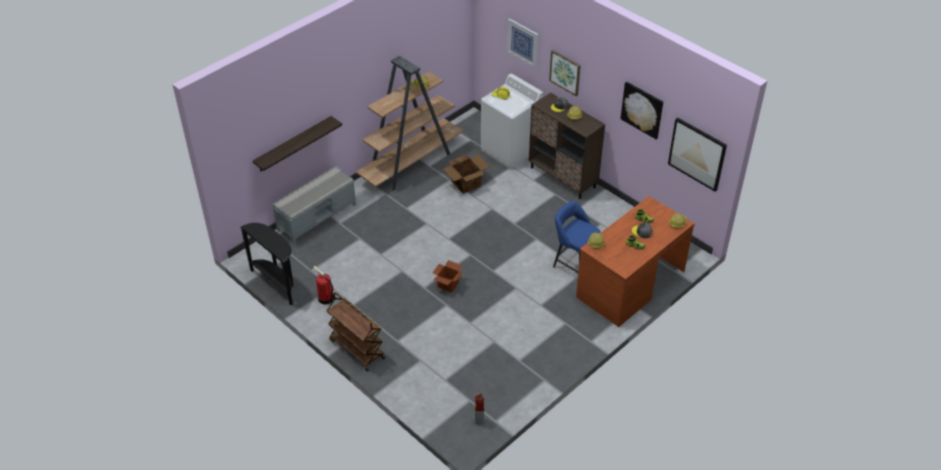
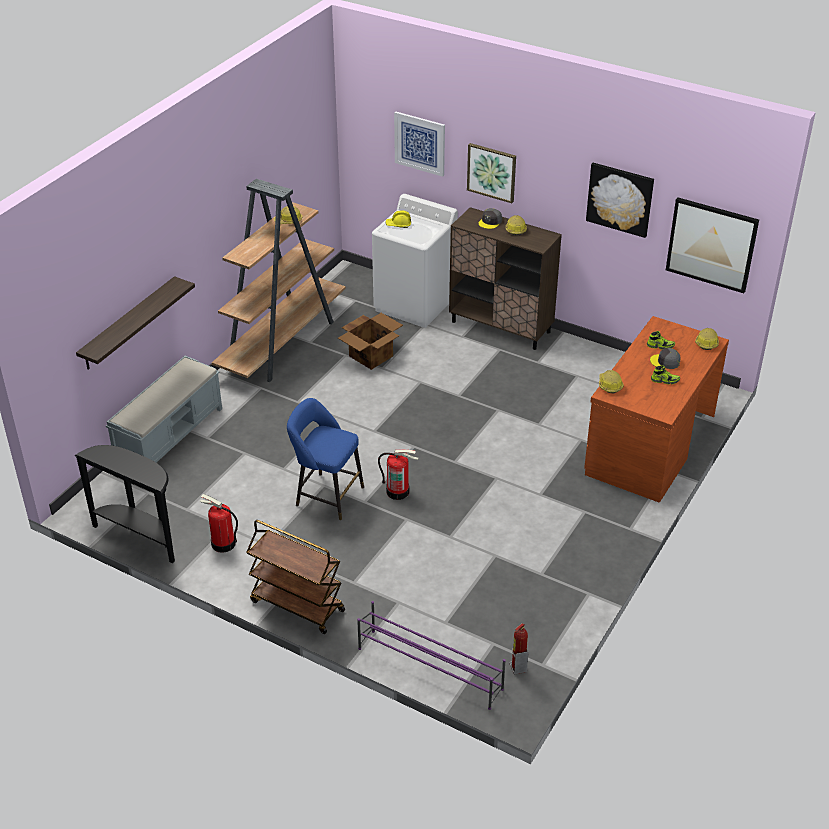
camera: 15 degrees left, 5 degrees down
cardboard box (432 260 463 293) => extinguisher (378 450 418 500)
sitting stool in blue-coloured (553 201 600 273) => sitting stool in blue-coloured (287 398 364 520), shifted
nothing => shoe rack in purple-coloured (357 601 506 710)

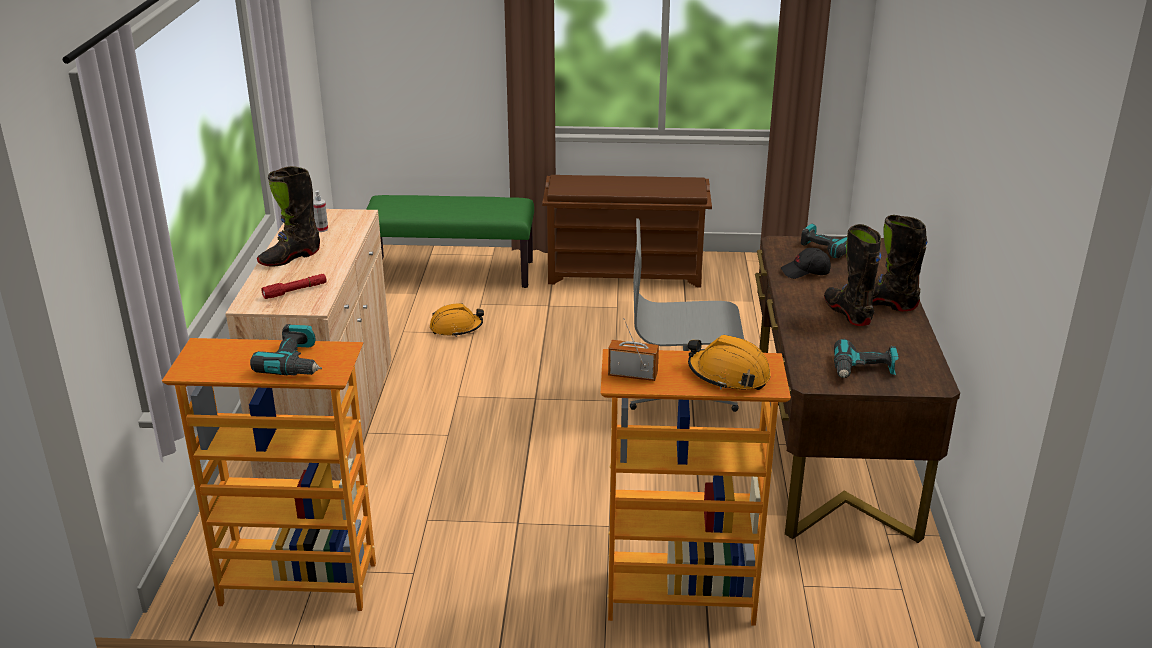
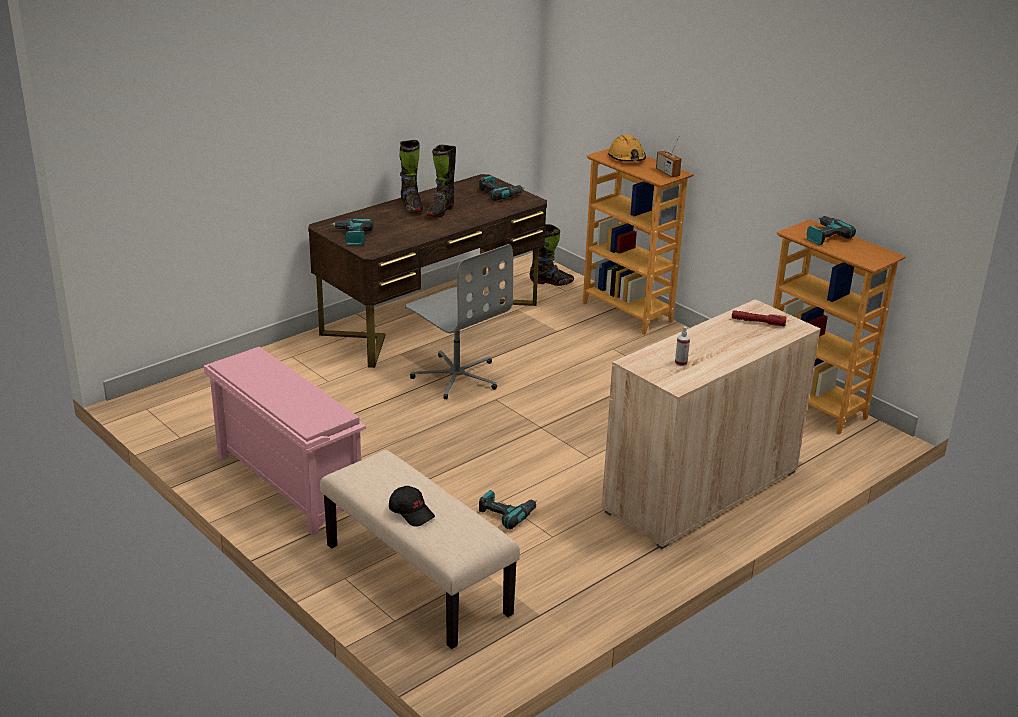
camera: 135 degrees left, 0 degrees up
boot in black (257 166 320 267) => boot in black (529 224 574 286), shifted
indoor bench in green (366 195 534 288) => indoor bench in beige-coloured (320 450 520 649)
hard hat in orangey (430 303 484 337) => drill (479 490 537 529)
shoe rack in brown (542 175 712 287) => shoe rack in pinkish (204 347 366 536)
baseball cap in black (781 248 831 279) => baseball cap in black (389 486 435 527), shifted

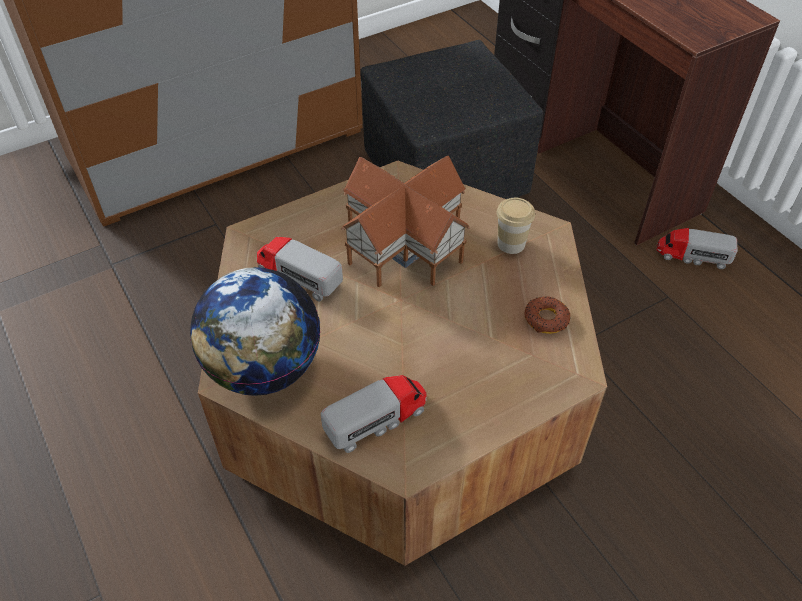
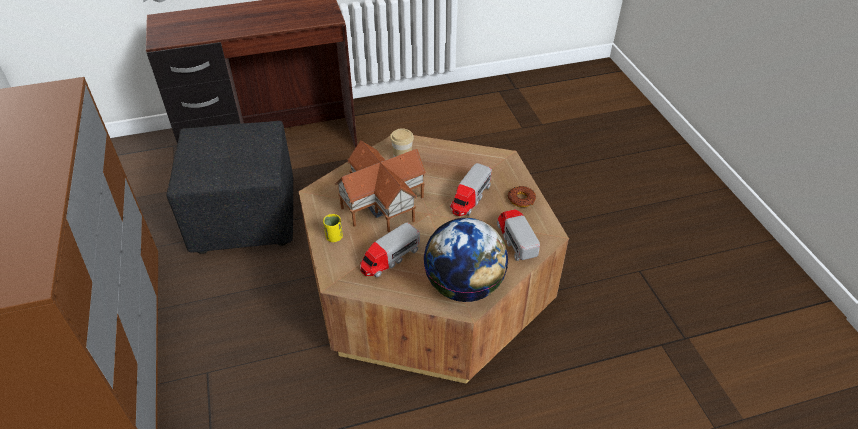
camera: 75 degrees left, 5 degrees down
ring doughnut (524 296 570 334) => ring doughnut (508 186 536 207), shifted
toy lorry (657 228 738 269) => toy lorry (450 163 492 216), shifted
nothing => cup in yellowish (323 214 343 242)

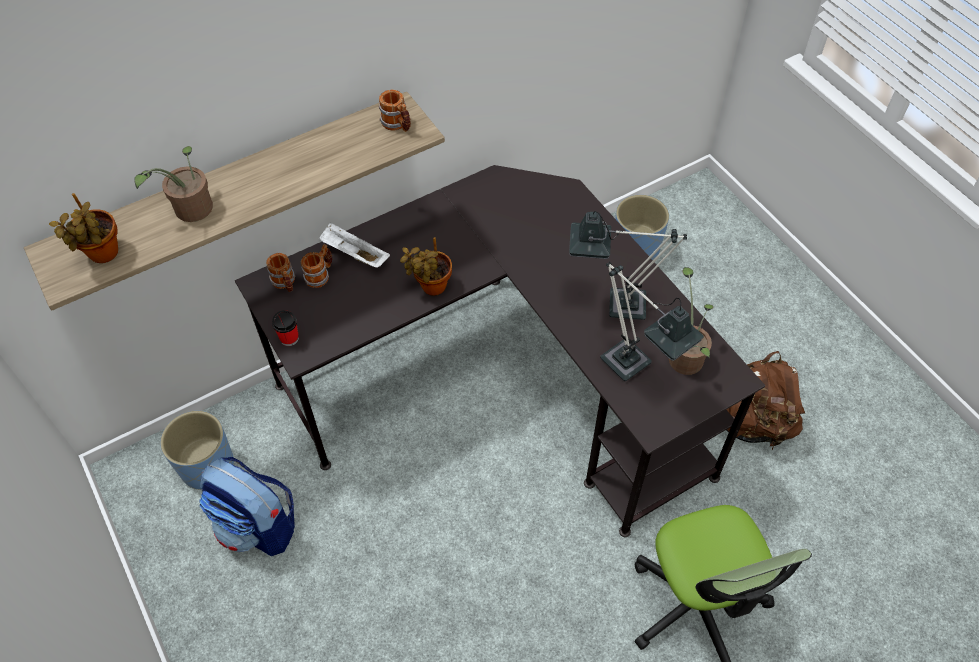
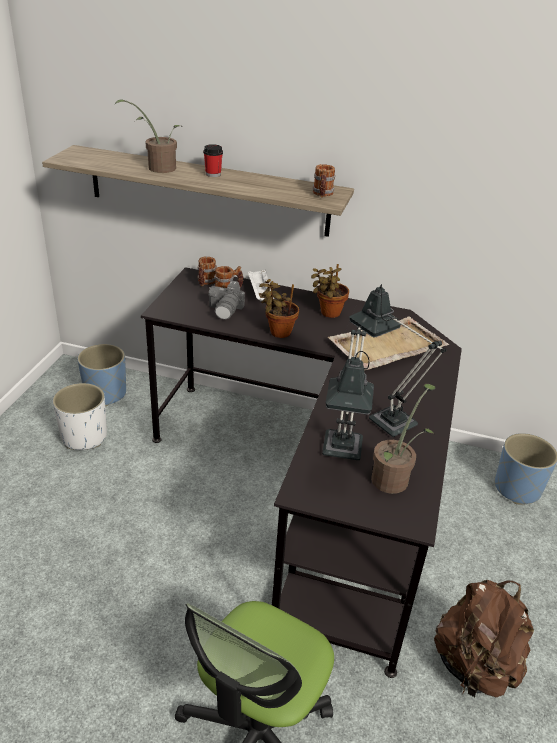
camera: 45 degrees right, 20 degrees down
potted plant (49 193 118 263) => potted plant (311 264 349 318), shifted
backpack (199 457 295 556) => plant pot in white (53 383 107 450)
cup (272 310 299 346) => cup (203 144 223 177), shifted
nothing => still camera (209 281 245 319)
nothing => carrying tray in beige-coloured (328 317 449 370)

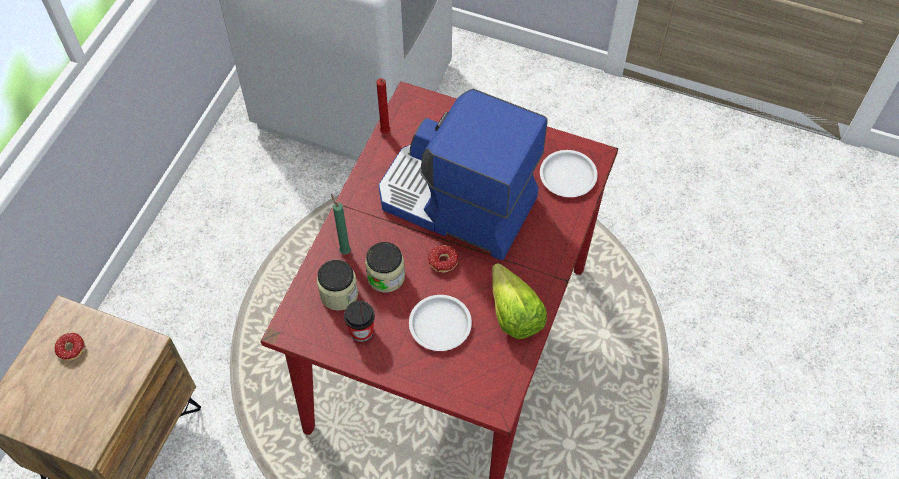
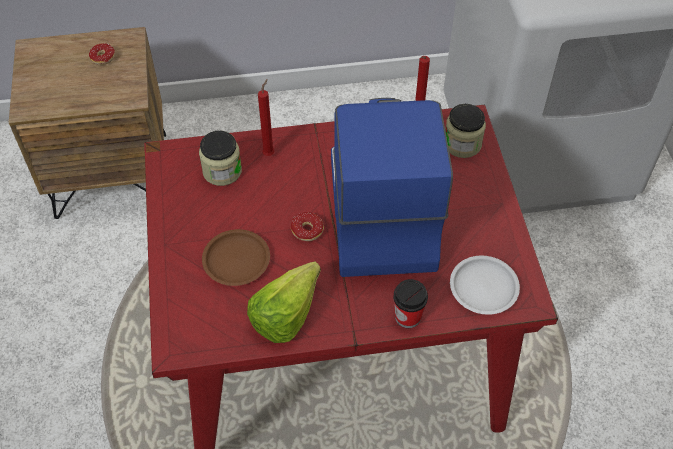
camera: 60 degrees right, 5 degrees down
candle in green (331 194 351 255) => candle in reddish (258 79 274 156)
cup (344 300 375 342) => cup (393 279 428 328), shifted
storage jar (365 242 405 292) => storage jar (445 104 486 158), shifted
flat dish in white (409 295 472 351) => flat dish in brown (202 229 270 286)

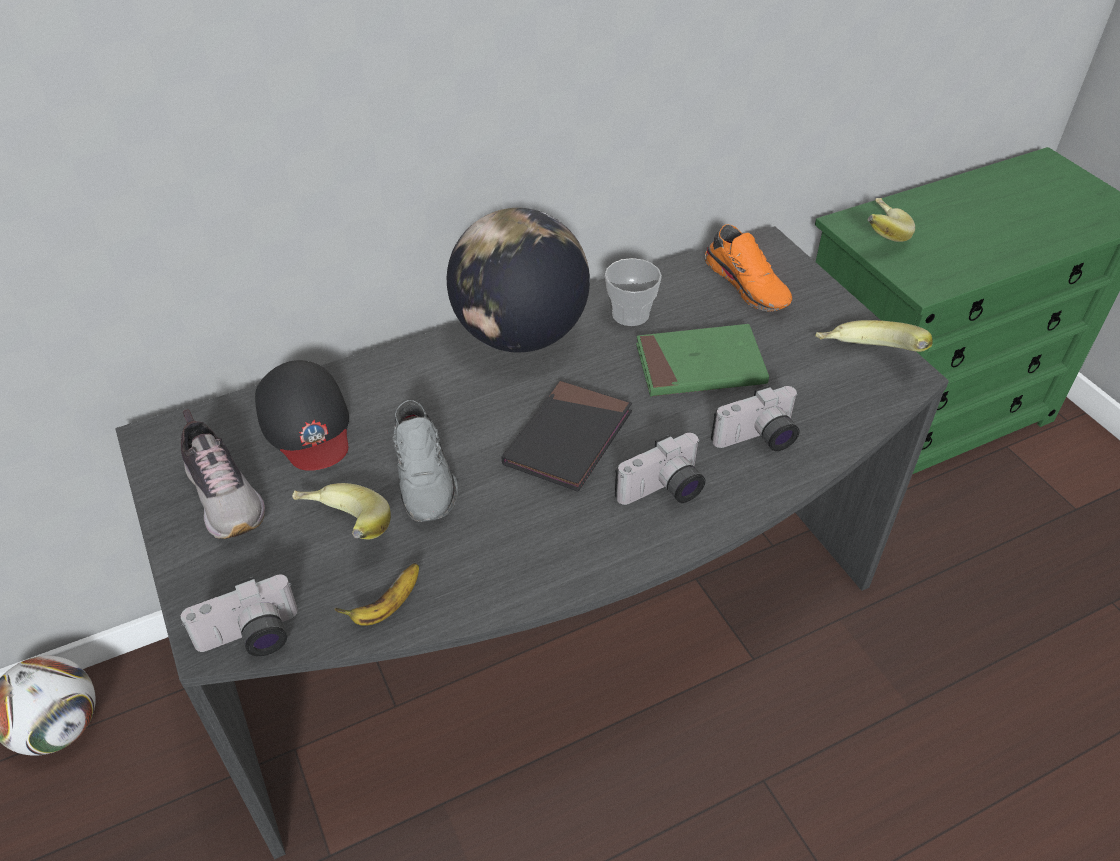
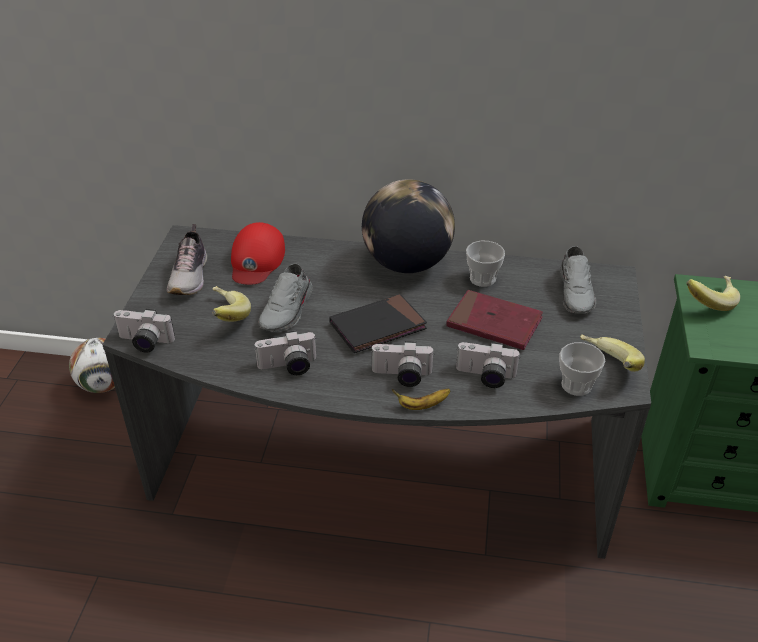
camera: 35 degrees right, 5 degrees down
baseball cap in black (255 360 349 471) => baseball cap in reddish (231 222 285 285)
banana (335 563 419 626) => banana (392 389 450 410), shifted
volume in green (636 324 769 397) => volume in reddish (446 290 543 350)
low shoe in orangey (705 224 792 311) => low shoe in grey (560 246 596 314)
nothing => still camera (255 330 317 375)
nothing => cup (560 342 605 396)

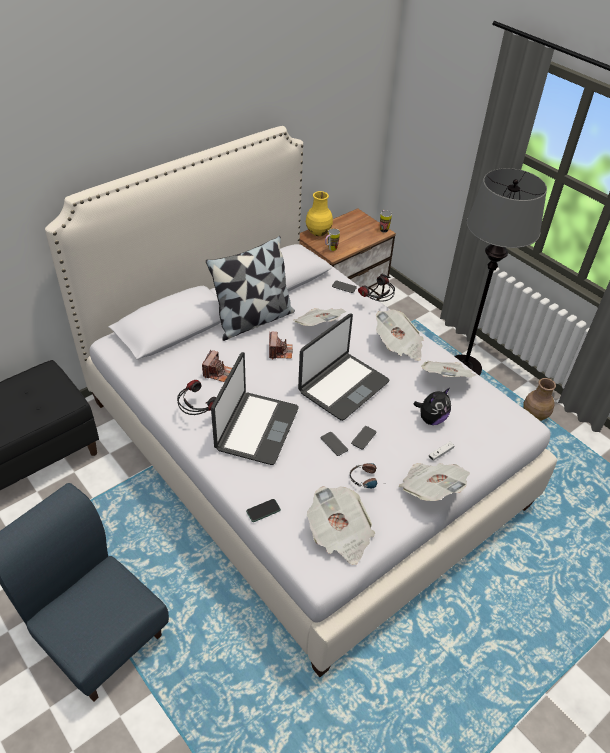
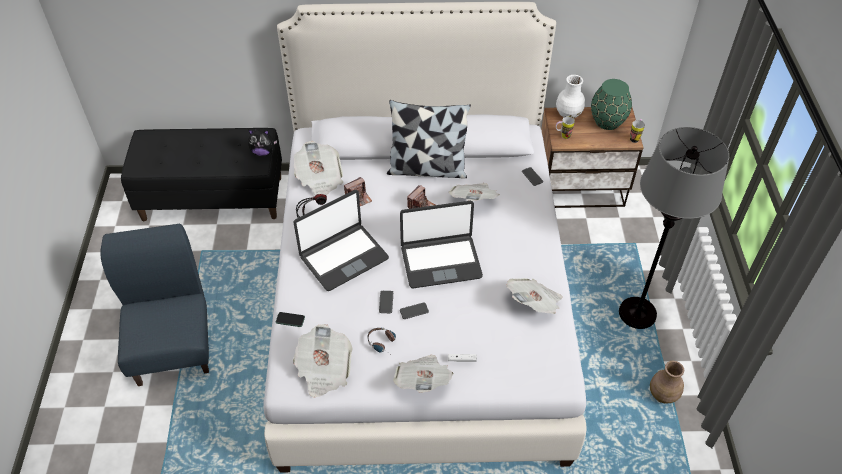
camera: 40 degrees right, 5 degrees up
decorative vase in yellowish (306 191 333 236) => decorative vase in white (556 75 585 118)
pair of headphones (358 274 395 302) => nothing
daily paper (376 309 424 361) => daily paper (294 141 343 195), shifted
cuddly toy (414 388 451 425) => cuddly toy (248 129 277 156), shifted
nothing => decorative vase in green (591 79 632 130)

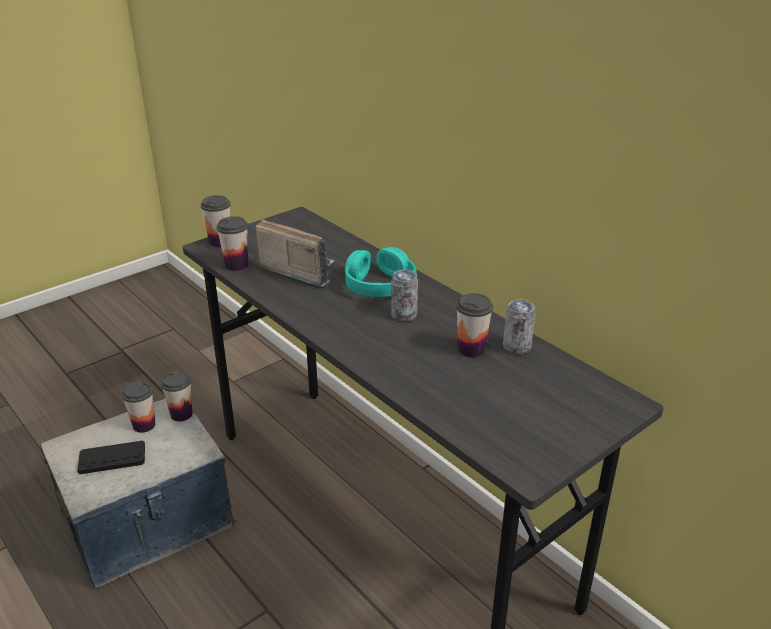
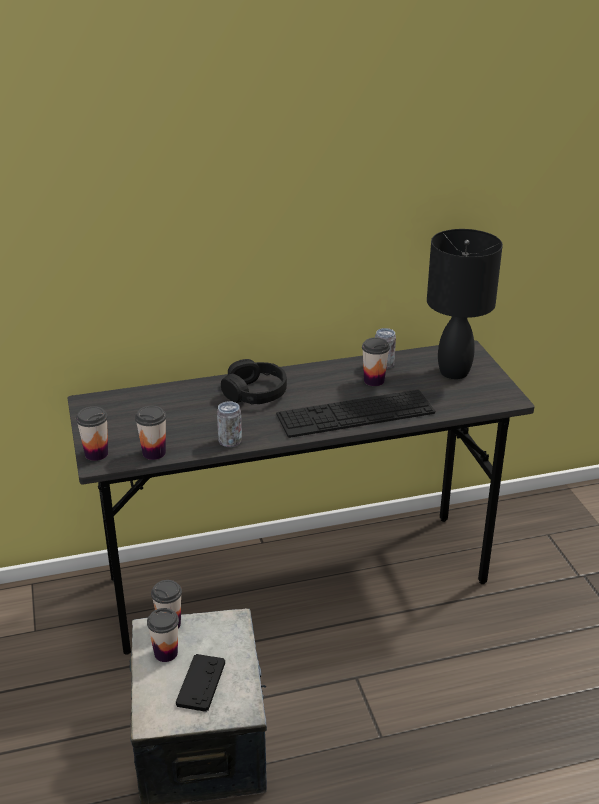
camera: 65 degrees left, 0 degrees up
radio set (256 219 335 287) => nothing
pair of headphones in turquoise (345 247 417 297) => pair of headphones in black (221 359 287 405)
sealed can (391 270 418 321) => sealed can (217 401 242 447), shifted
nothing => keyboard (276 390 435 438)
nothing => table lamp in black (427 229 503 379)

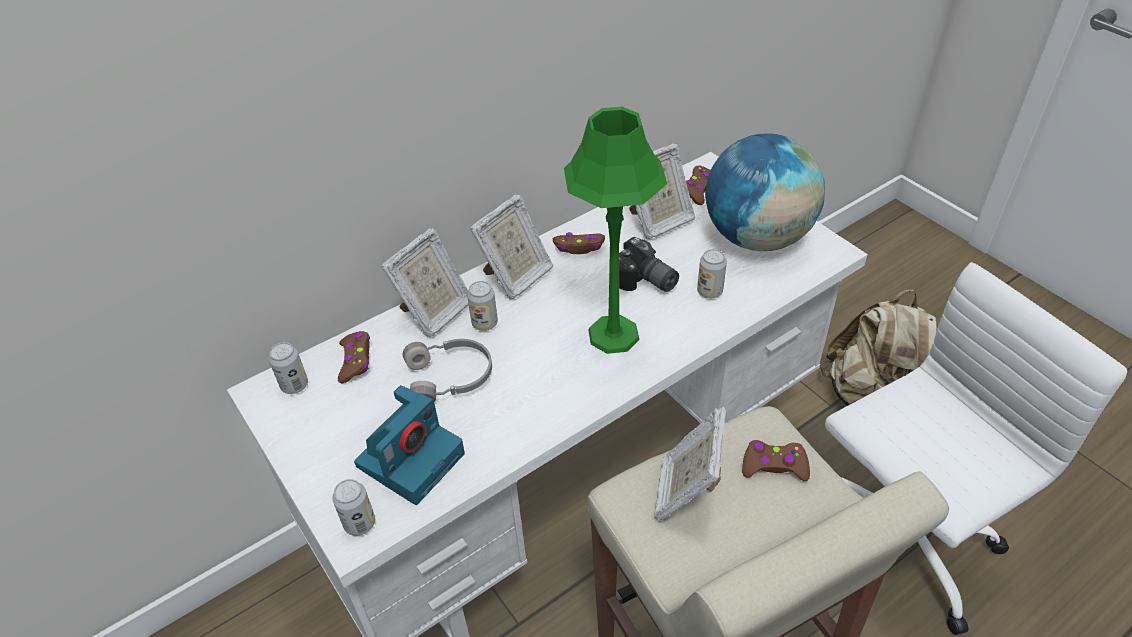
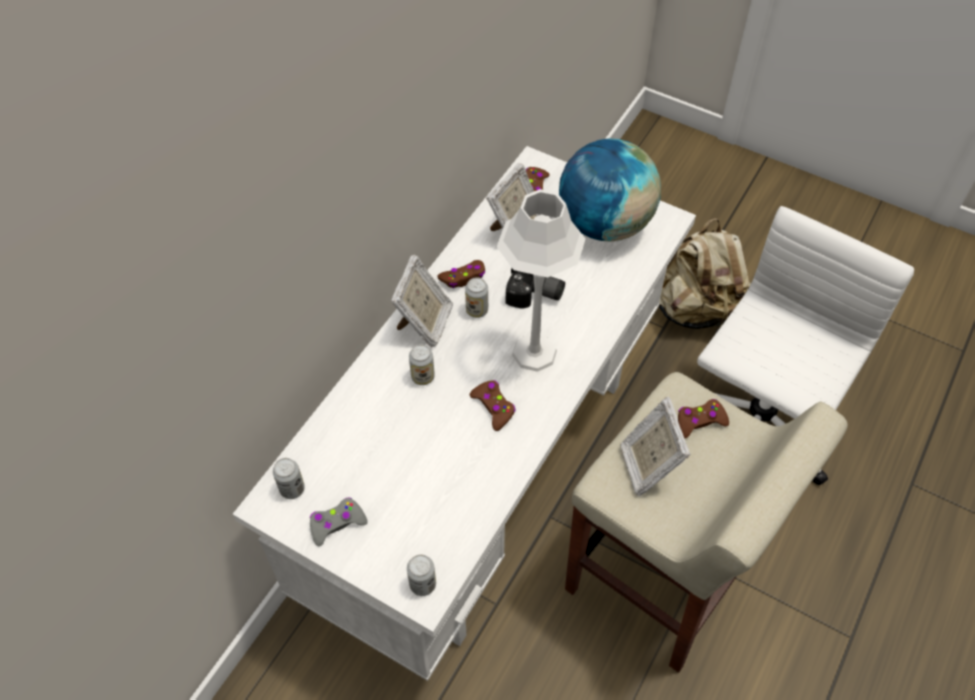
camera: 25 degrees left, 10 degrees up
gamepad in brown (338 331 370 383) => gamepad in brown (470 380 516 431), shifted
still camera (354 385 465 505) => nothing
photo frame (381 228 469 337) => nothing
pair of headphones in grey (403 339 492 402) => nothing
table lamp in green (564 107 667 354) => table lamp in white (497 189 586 372)
sealed can (697 249 727 298) => sealed can (465 277 488 318), shifted
nothing => gamepad in grey (310 497 368 546)

